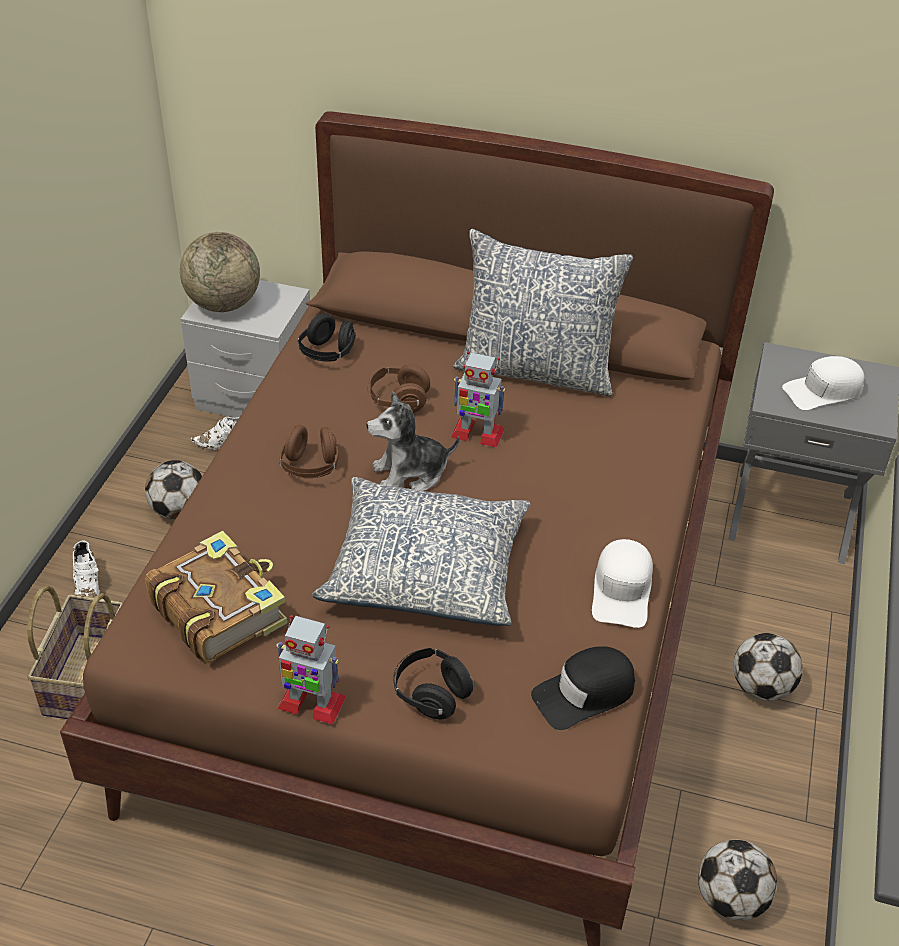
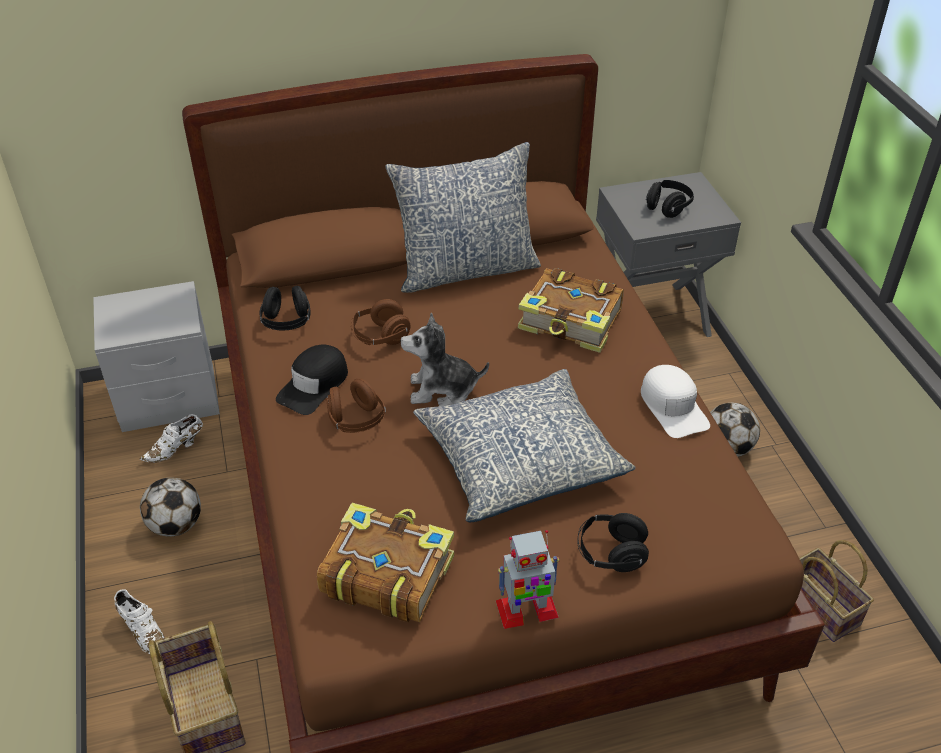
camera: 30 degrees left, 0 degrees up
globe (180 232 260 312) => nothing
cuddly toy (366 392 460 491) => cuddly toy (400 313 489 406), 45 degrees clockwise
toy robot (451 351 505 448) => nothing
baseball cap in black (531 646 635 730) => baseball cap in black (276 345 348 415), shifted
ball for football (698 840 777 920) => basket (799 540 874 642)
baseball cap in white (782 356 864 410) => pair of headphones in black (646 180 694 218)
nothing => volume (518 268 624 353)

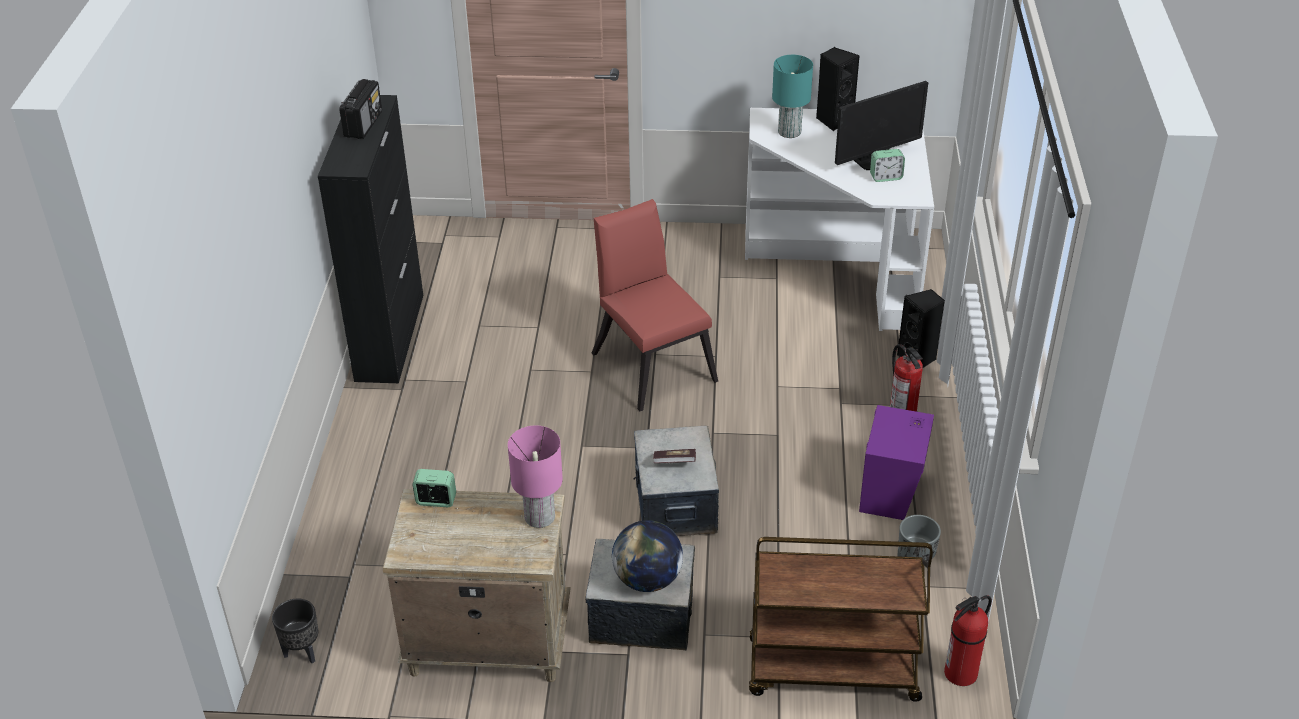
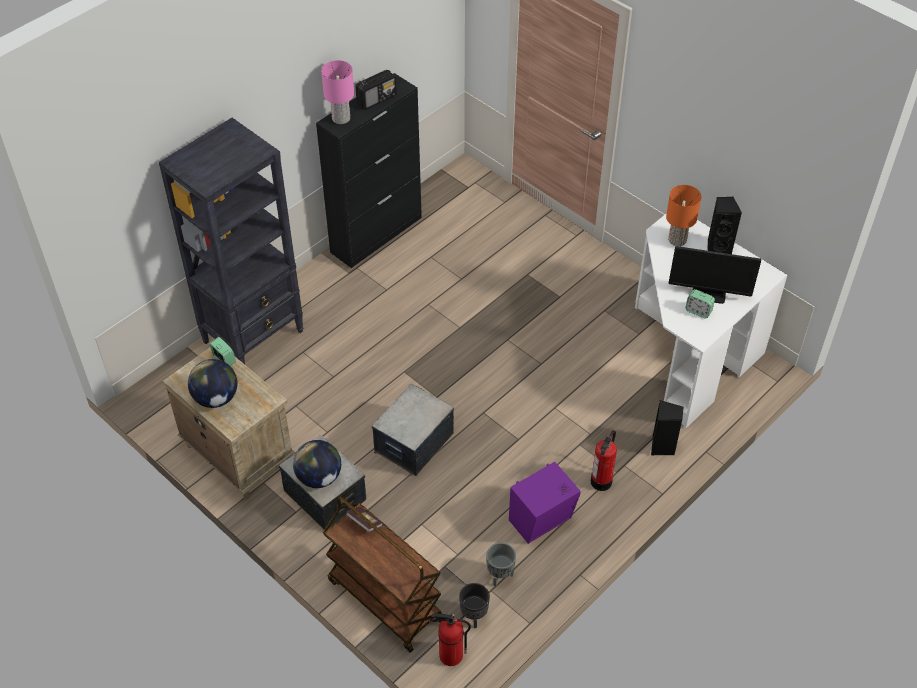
camera: 40 degrees right, 10 degrees up
plant pot in black (272 598 318 663) => plant pot in black (459 583 490 628), shifted
table lamp in pinkish (508 426 563 528) => table lamp in pinkish (321 60 354 124), shifted
upright chair in reddish (592 199 718 411) => nothing
volume (653 449 696 463) => volume (346 506 383 532), shifted
table lamp in turquoise (772 55 813 138) => table lamp in orangey (666 185 702 246)
nothing => shelving unit in black (159 118 303 364)
nothing => globe (188 359 237 408)

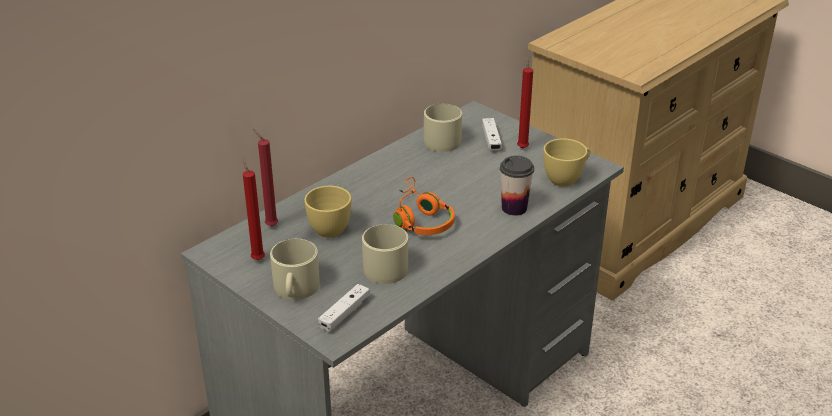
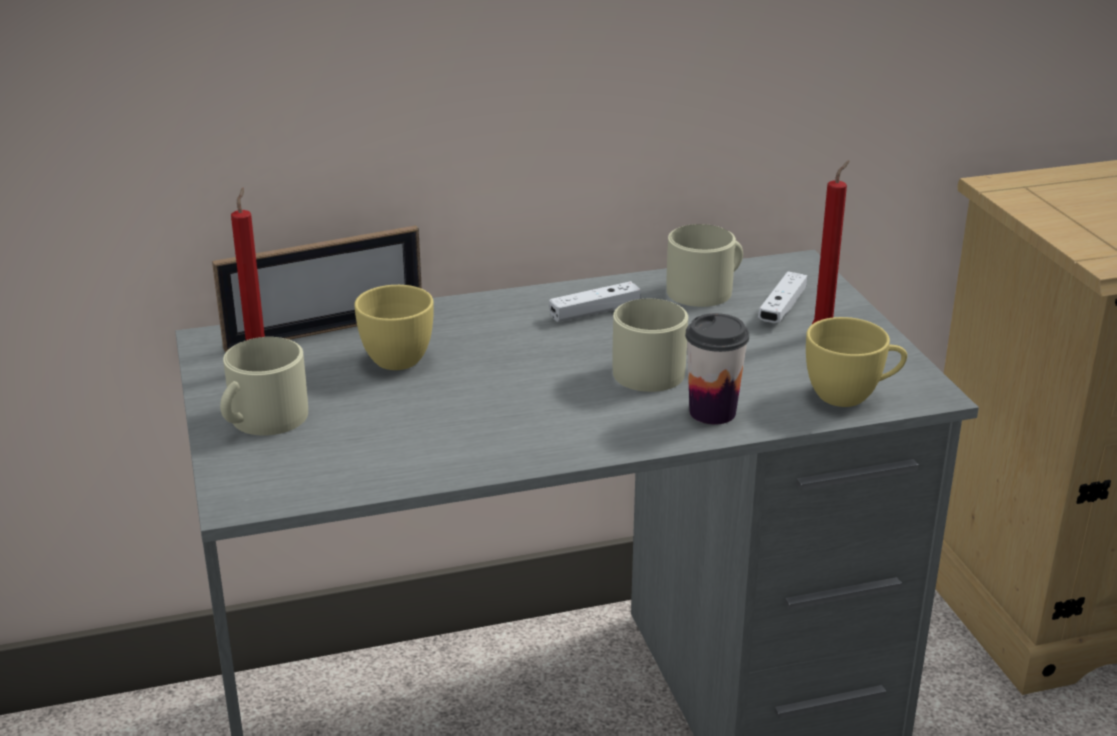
camera: 30 degrees right, 5 degrees down
candle in reddish (253 129 278 226) => photo frame (212 225 422 352)
gamepad in white (318 284 370 332) => gamepad in white (549 281 641 322), shifted
coffee mug in beige-coloured (362 224 408 284) => coffee mug in beige-coloured (612 299 688 392), shifted
pair of headphones in orangey (394 177 455 235) => nothing

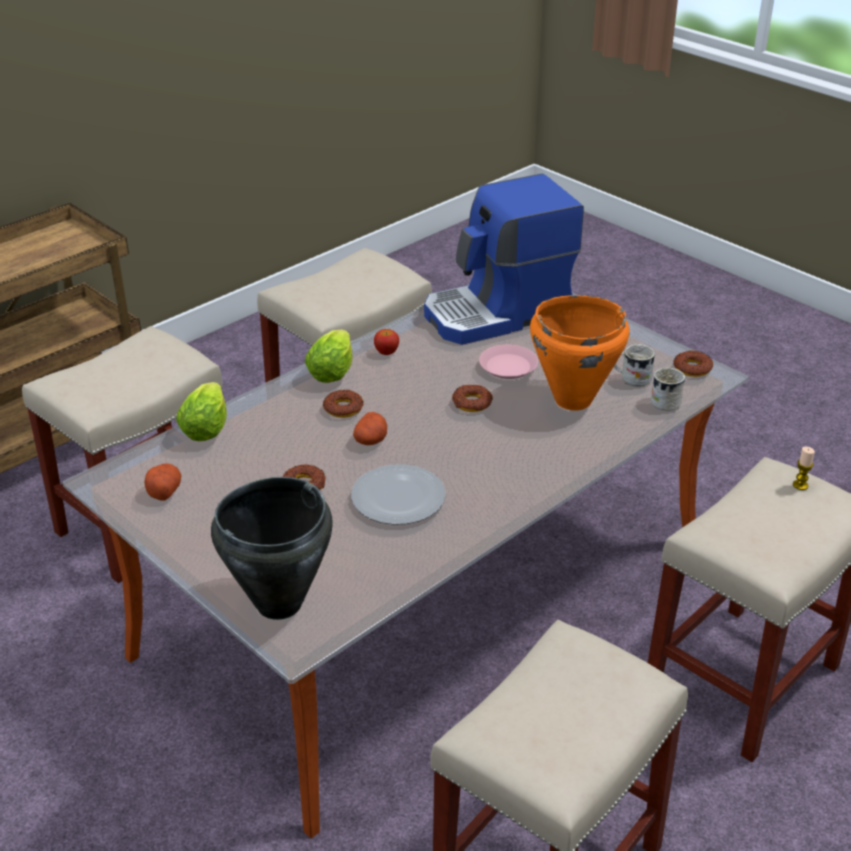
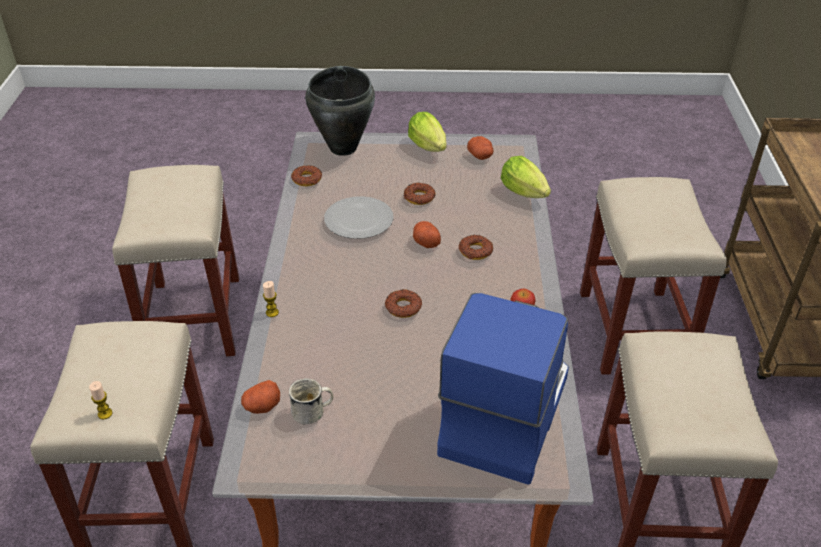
camera: 135 degrees right, 5 degrees up
head of lettuce (305 330 352 383) => head of lettuce (408 112 447 152), shifted
flat dish in pinkish (479 344 538 379) => nothing
cooking pot in orangey (530 295 629 411) => nothing
coffee mug in white (651 368 685 411) => potato (241 380 280 414)
ring doughnut (673 350 713 377) => ring doughnut (291 165 322 186), shifted
nothing => candle (263 281 279 317)

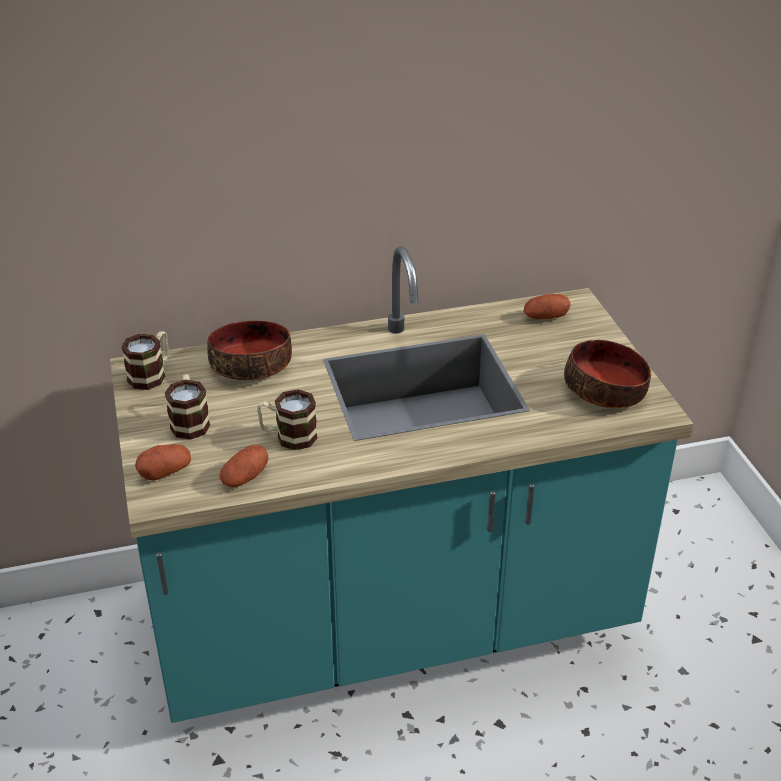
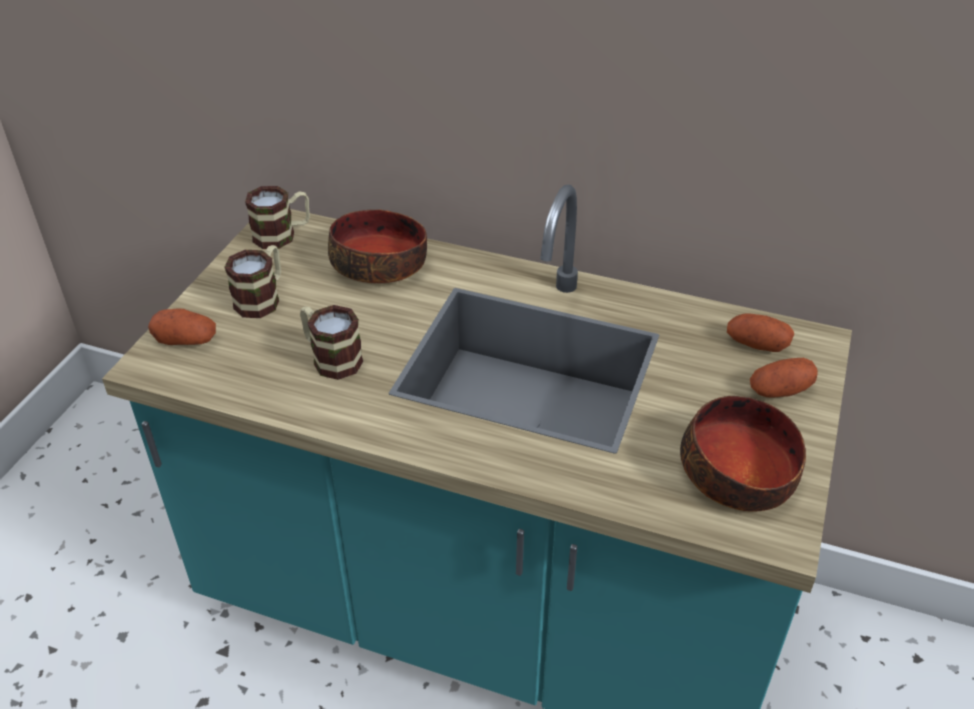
camera: 35 degrees right, 5 degrees up
potato (219 445 268 487) => potato (750 358 818 398), shifted

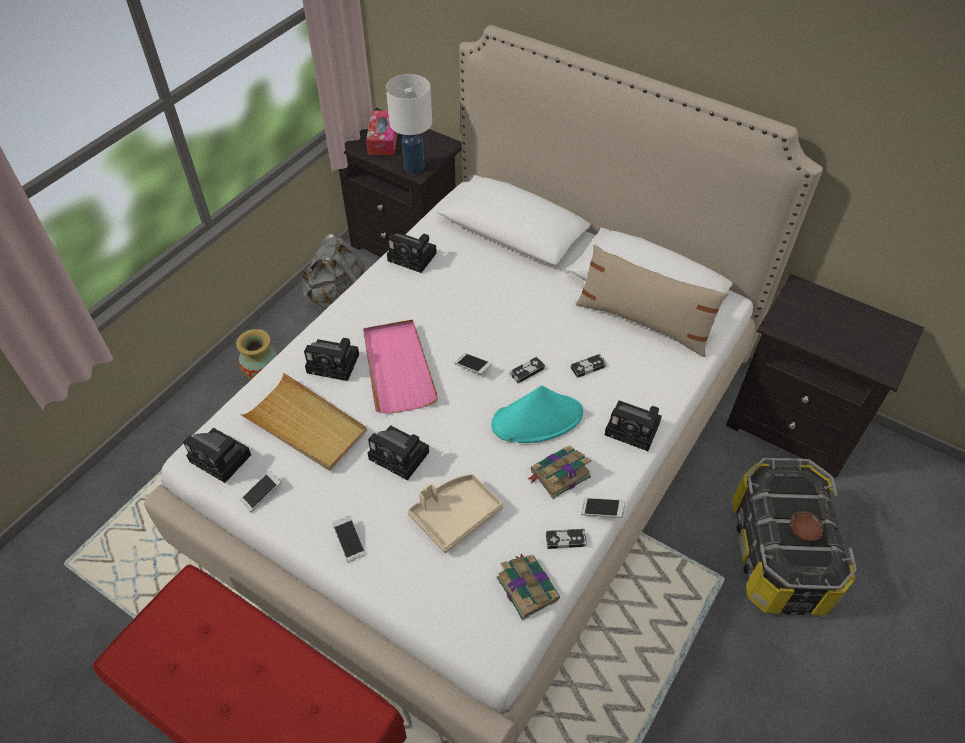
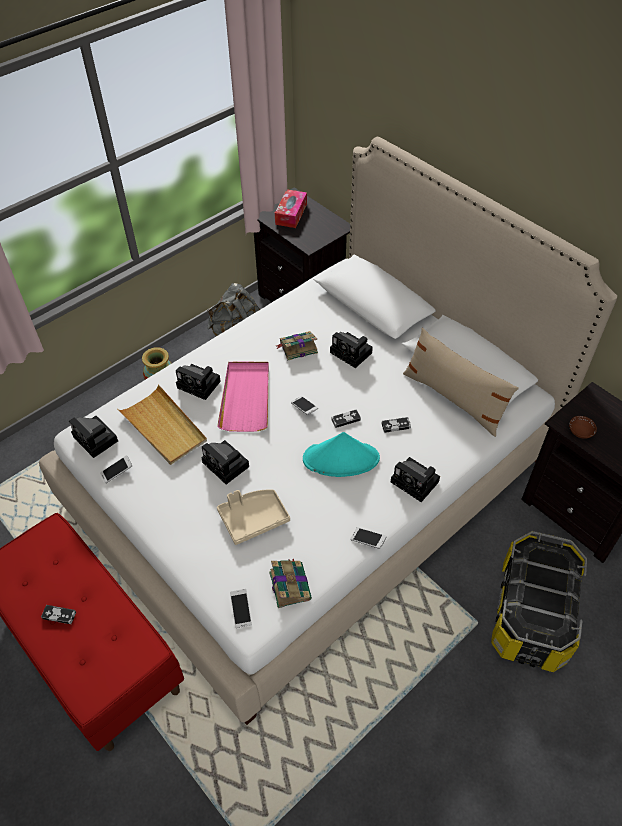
camera: 15 degrees right, 0 degrees up
phone (332 515 366 562) => phone (230 589 252 628), shifted
table lamp in white (386 74 432 174) => nothing
still camera (387 233 437 273) => still camera (330 332 373 368), shifted
volume (528 445 591 499) => volume (276 331 318 360), shifted
gamepad (546 529 587 549) => gamepad (41 605 76 624), shifted
serving bowl in brown (790 511 824 541) => serving bowl in brown (569 416 597 439), shifted

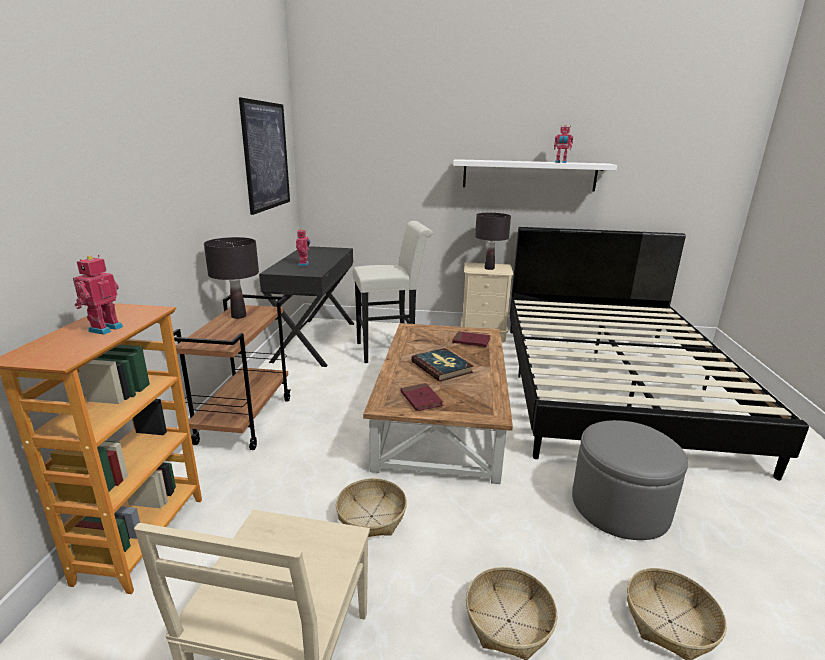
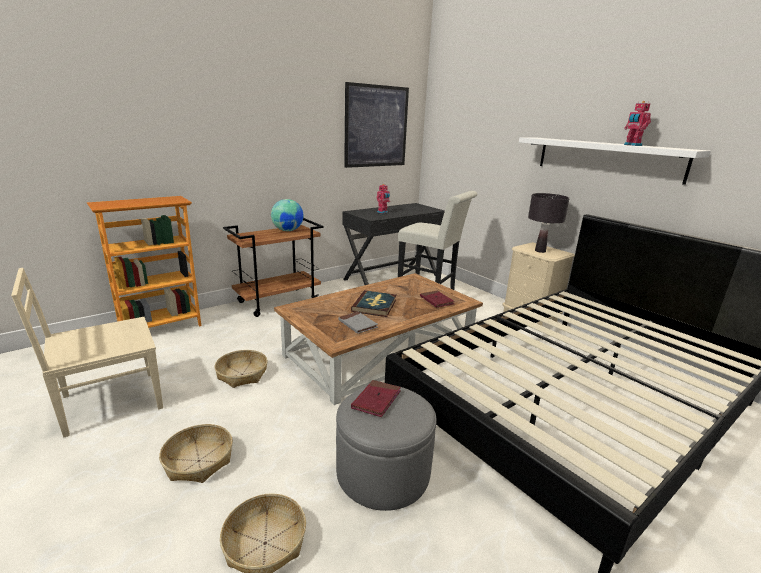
camera: 45 degrees right, 0 degrees up
toy robot (73 255 123 335) => nothing
table lamp in black (204 237 259 319) => globe (271 199 304 231)
volume in reddish (400 383 443 411) => volume in reddish (351 380 401 417), shifted
nothing => volume in grey (338 312 378 334)

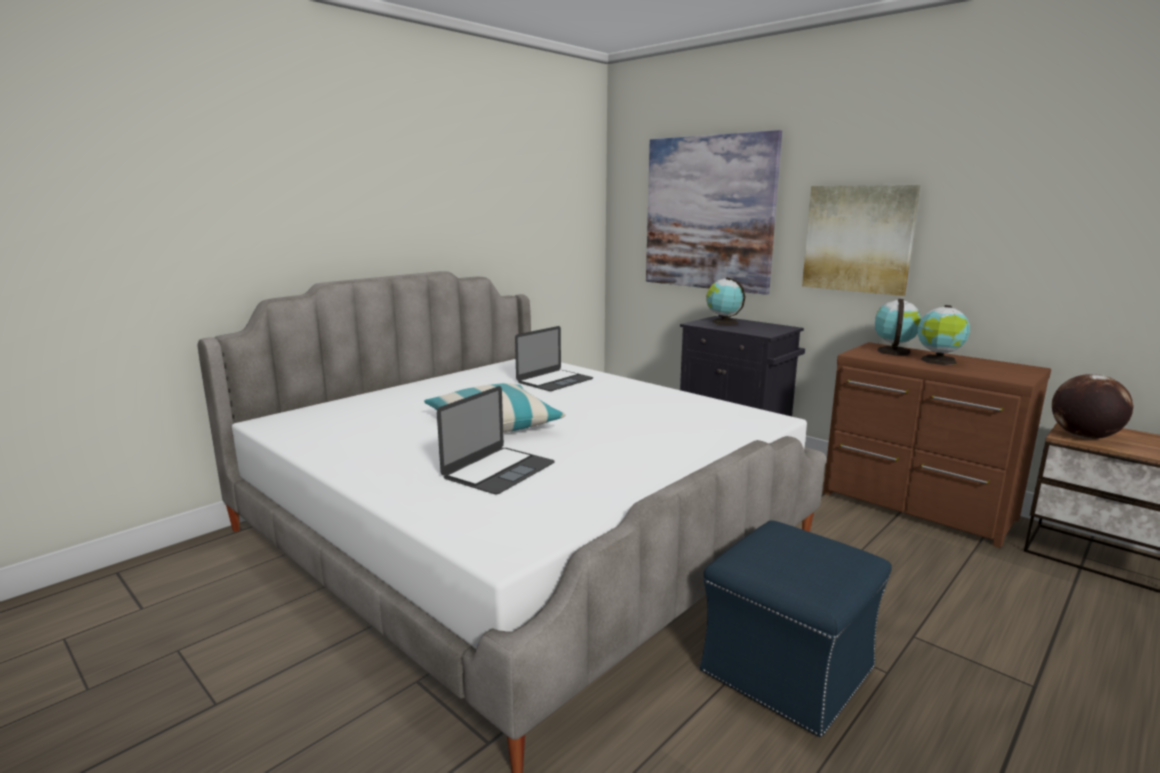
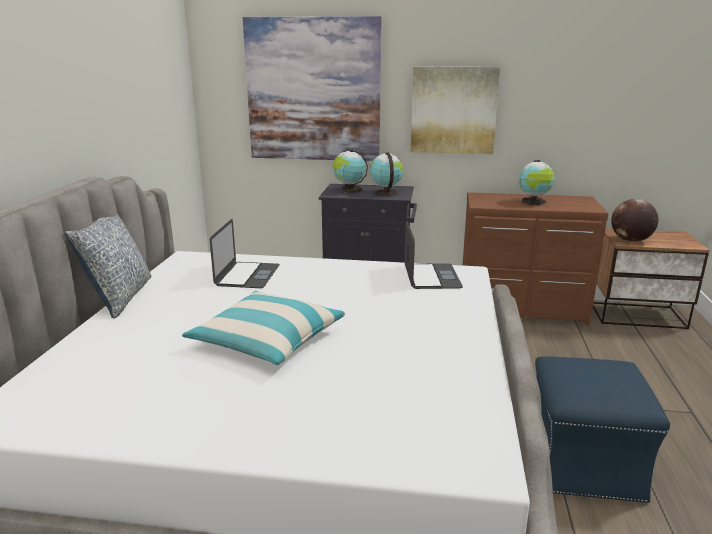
camera: 35 degrees left, 5 degrees up
laptop (437 386 555 494) => laptop (404 221 463 289), shifted
globe (875 299 921 355) => globe (370 152 403 196), shifted
nothing => throw pillow (65 215 152 319)

